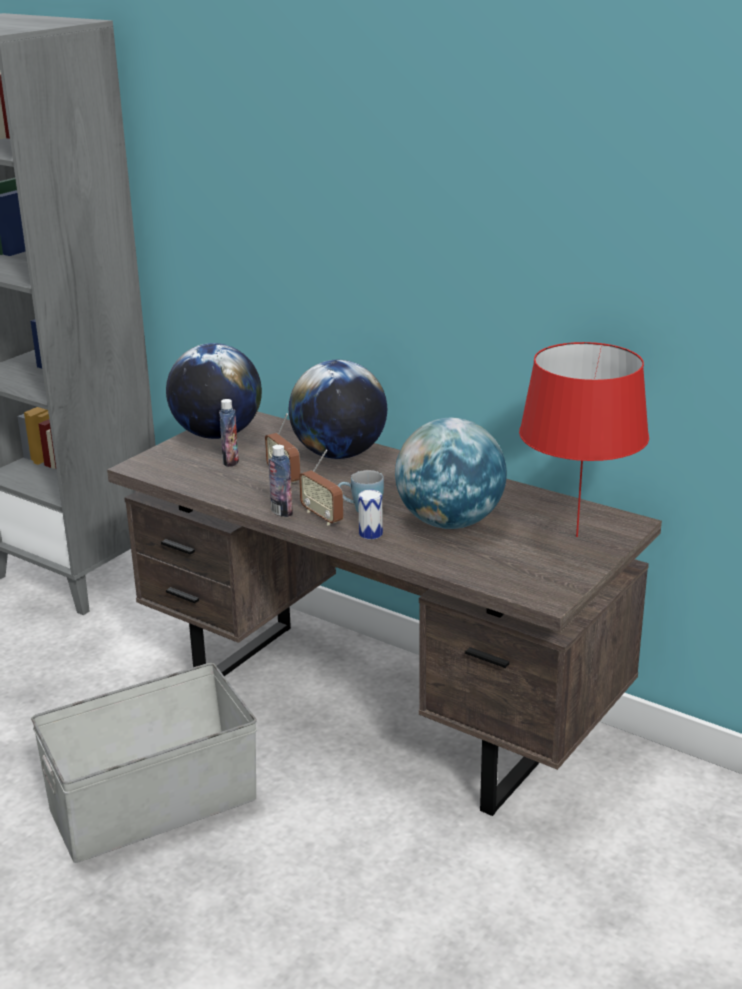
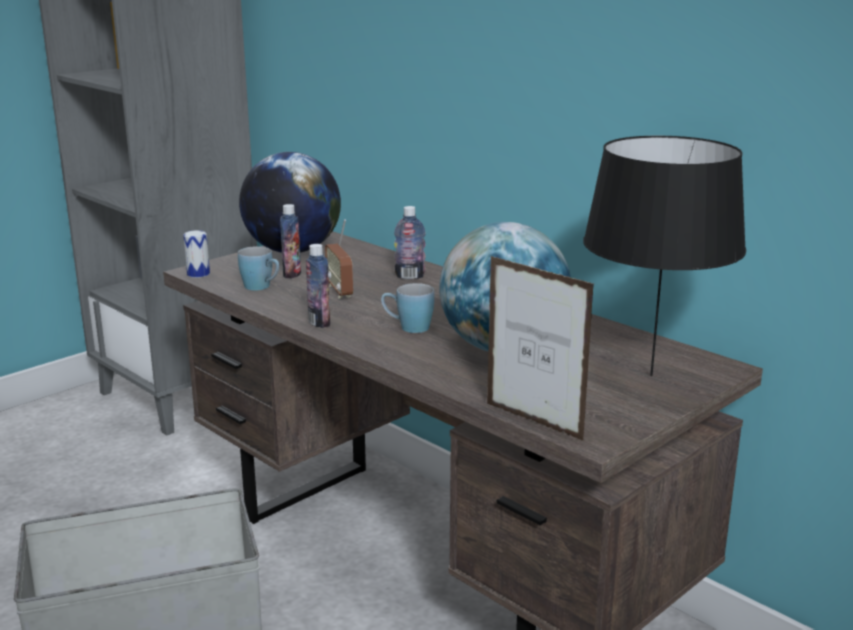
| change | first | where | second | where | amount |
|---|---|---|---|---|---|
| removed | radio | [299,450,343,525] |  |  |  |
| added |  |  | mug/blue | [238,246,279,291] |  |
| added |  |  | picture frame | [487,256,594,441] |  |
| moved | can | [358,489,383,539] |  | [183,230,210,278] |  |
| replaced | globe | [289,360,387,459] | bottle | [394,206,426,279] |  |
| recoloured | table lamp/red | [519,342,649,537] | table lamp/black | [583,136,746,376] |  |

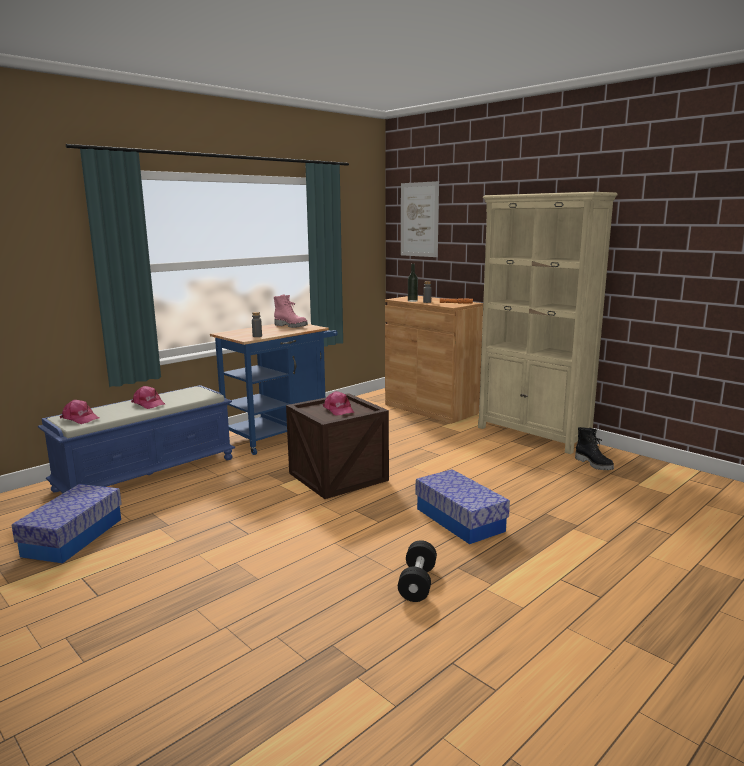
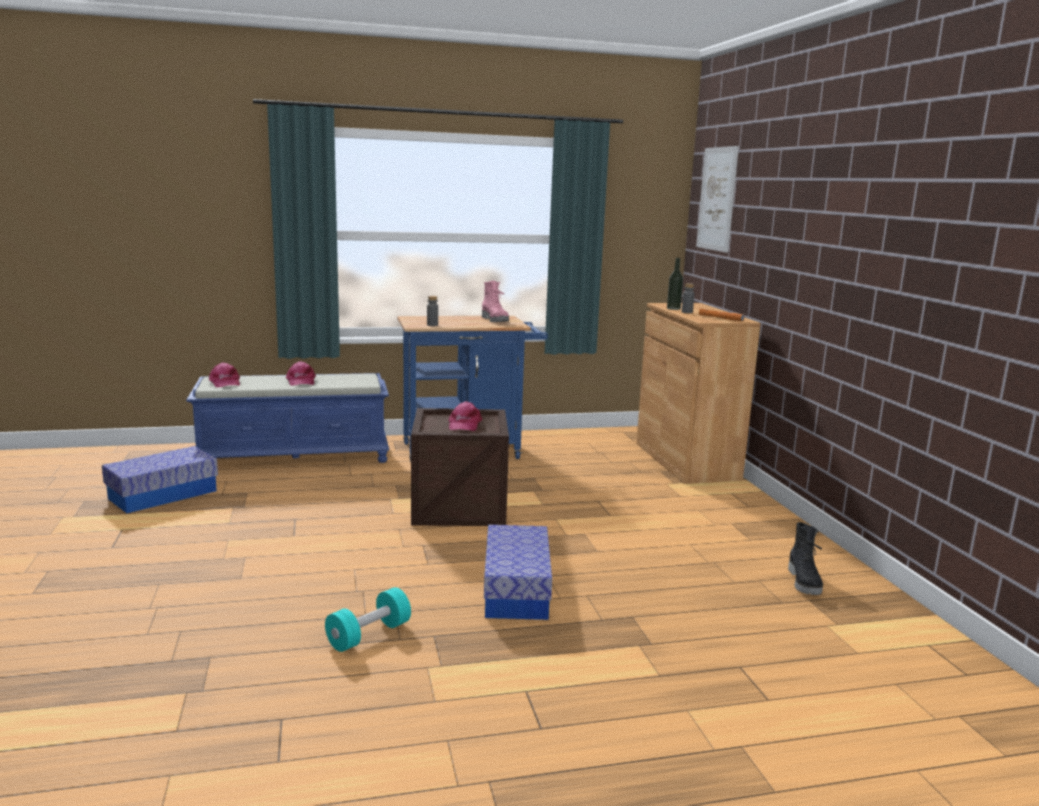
| change | first | where | second | where | amount |
|---|---|---|---|---|---|
| removed | bookcase/beige | [478,192,618,454] |  |  |  |
| recoloured | dumbbell/black | [398,540,437,602] | dumbbell/turquoise | [325,587,411,652] |  |

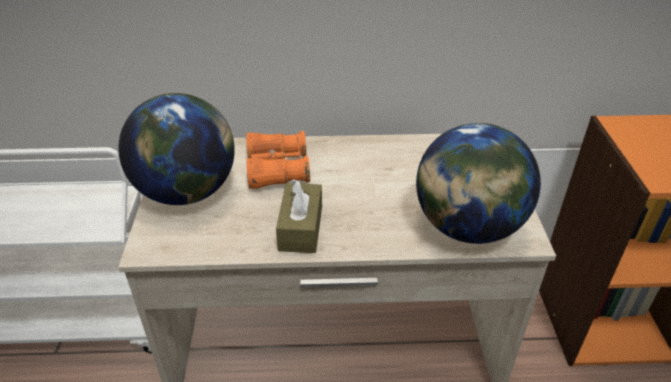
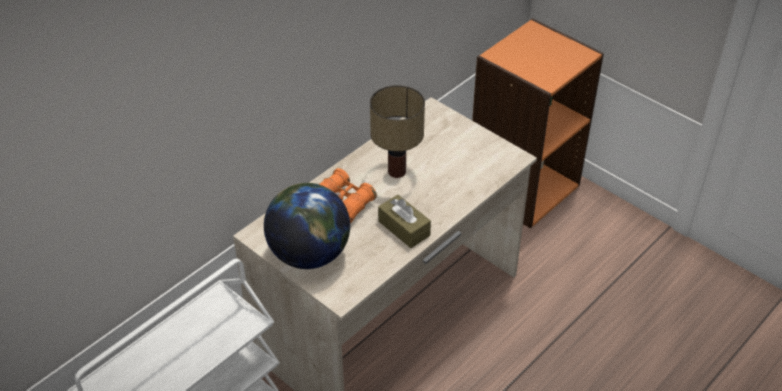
| change | first | where | second | where | amount |
|---|---|---|---|---|---|
| removed | globe | [416,123,541,244] |  |  |  |
| added |  |  | table lamp | [370,85,425,178] |  |

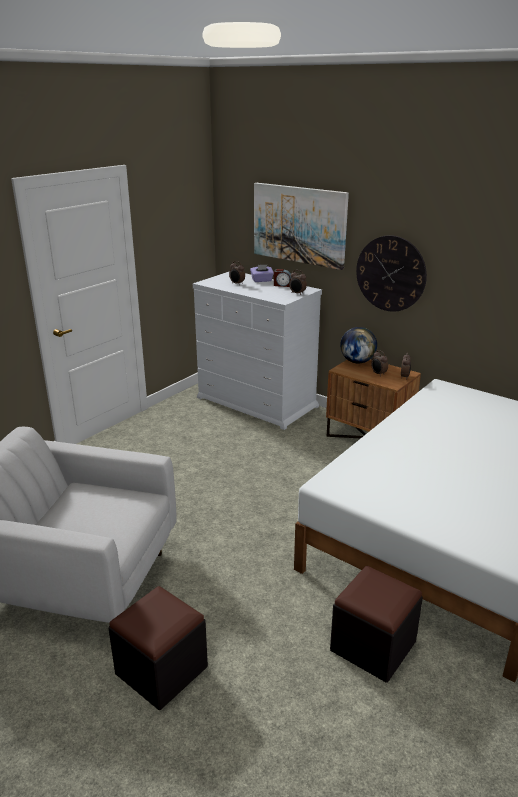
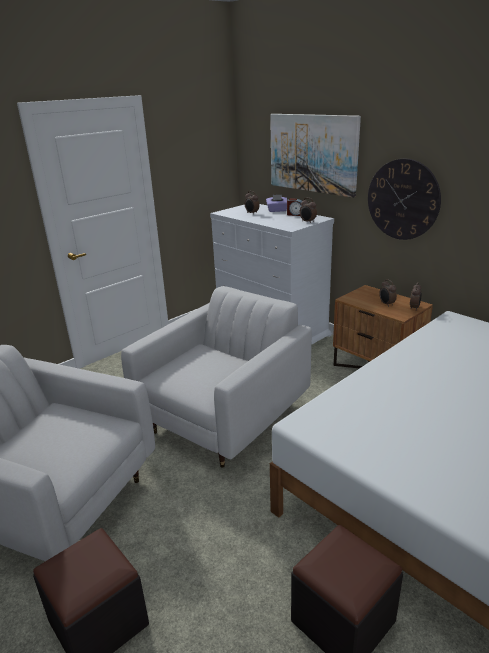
| change | first | where | second | where | amount |
|---|---|---|---|---|---|
| removed | globe | [340,327,377,363] |  |  |  |
| added |  |  | armchair/white | [121,286,312,468] |  |

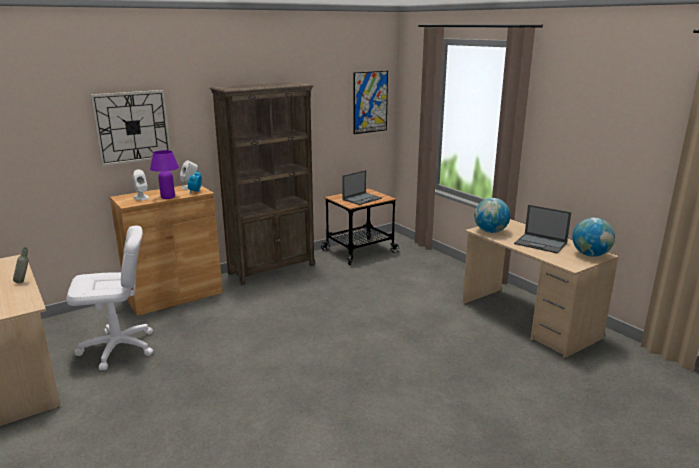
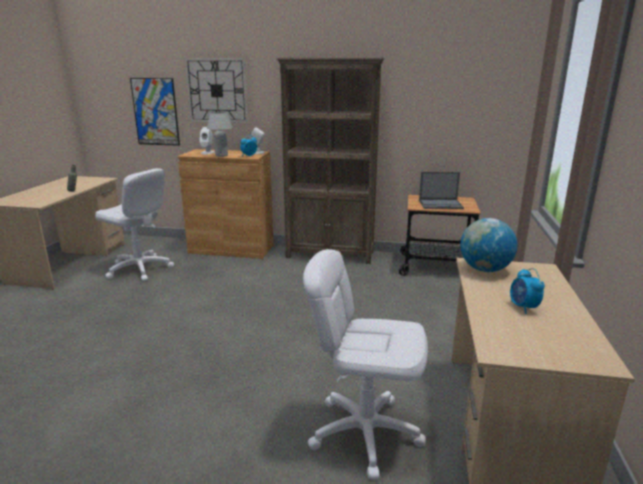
| change | first | where | second | where | amount |
|---|---|---|---|---|---|
| removed | globe | [572,218,615,257] |  |  |  |
| added |  |  | office chair/white | [303,249,428,480] |  |
| moved | picture | [353,71,388,134] |  | [130,78,180,146] |  |
| replaced | laptop | [514,205,571,253] | alarm clock | [510,268,545,314] |  |
| recoloured | table lamp/purple | [150,150,179,199] | table lamp/white | [207,112,233,157] |  |

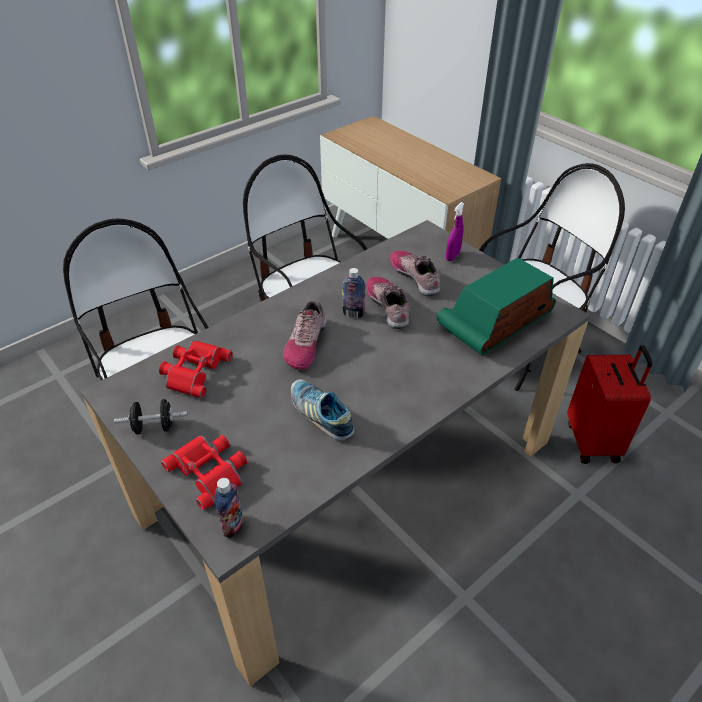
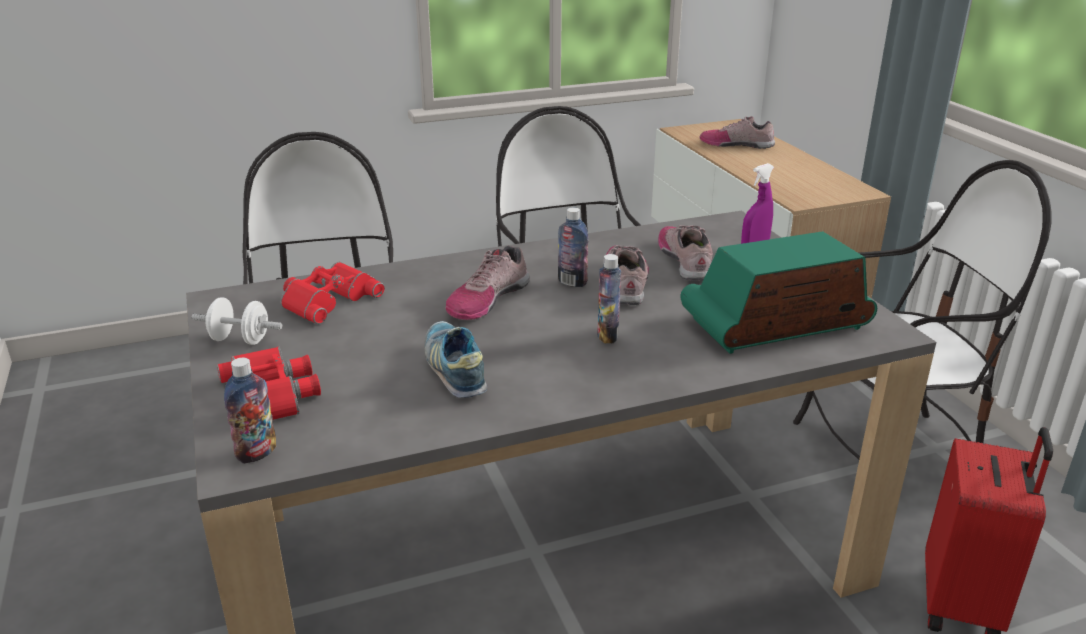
| change | first | where | second | where | amount |
|---|---|---|---|---|---|
| added |  |  | bottle | [597,254,621,343] |  |
| added |  |  | shoe | [699,116,775,149] |  |
| recoloured | dumbbell/black | [114,399,188,435] | dumbbell/white | [192,297,283,345] |  |

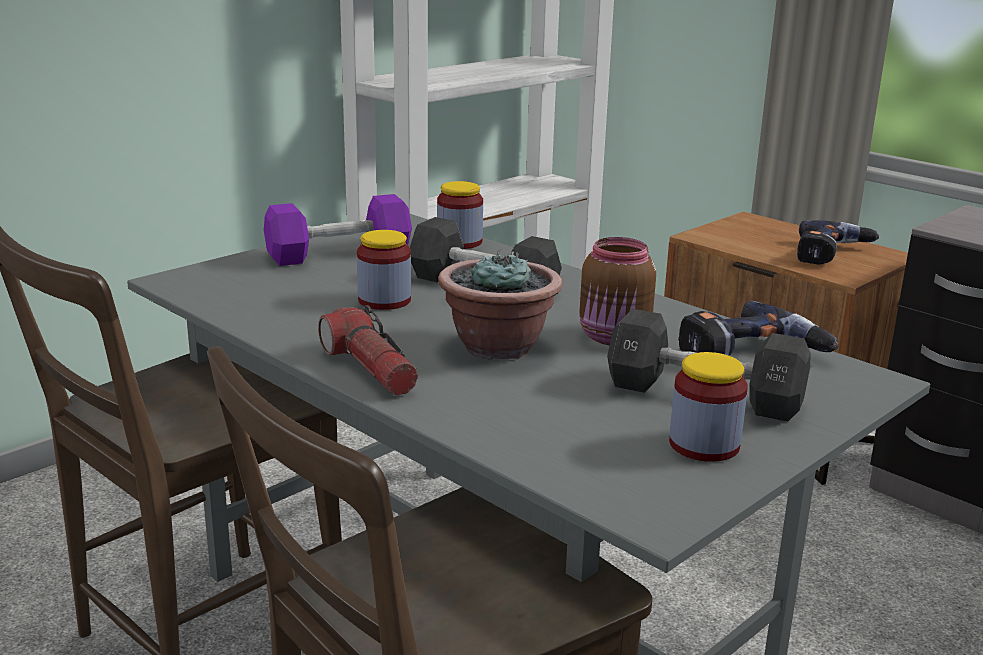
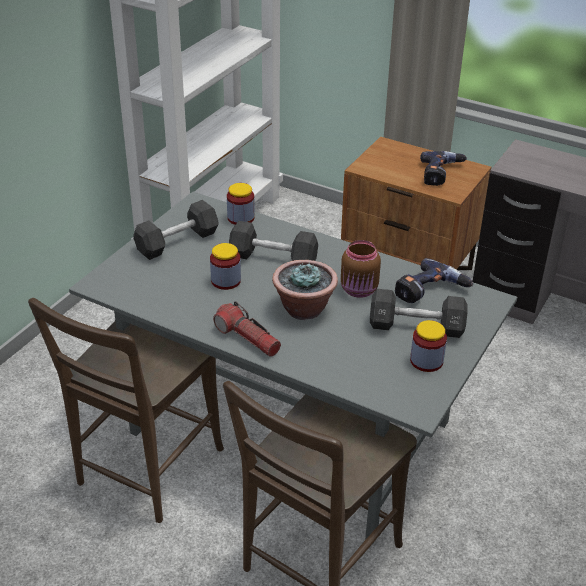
| change | first | where | second | where | amount |
|---|---|---|---|---|---|
| recoloured | dumbbell/purple | [264,194,412,266] | dumbbell/black | [133,200,219,260] |  |

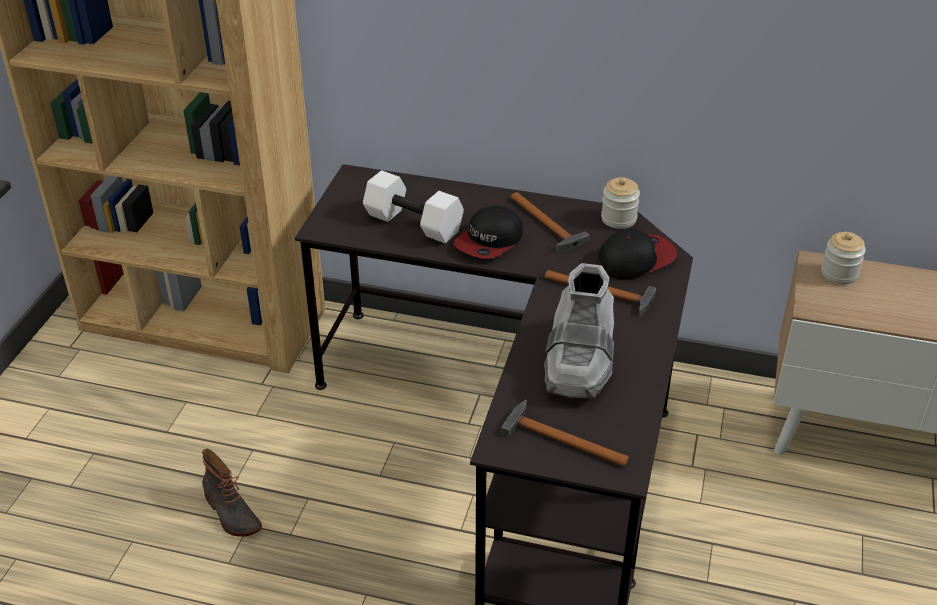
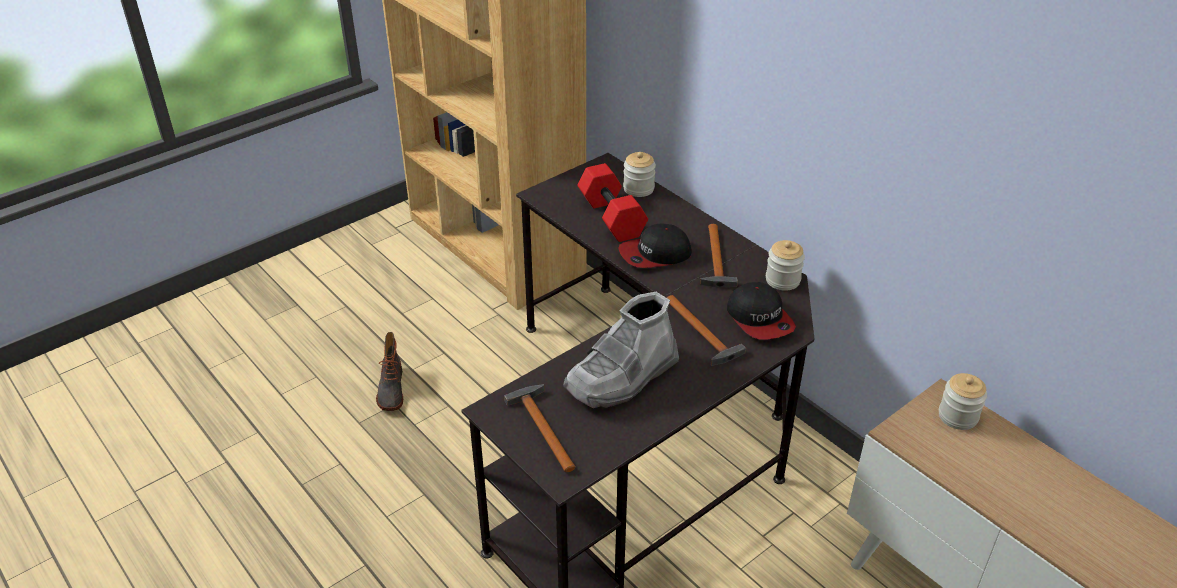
| change | first | where | second | where | amount |
|---|---|---|---|---|---|
| added |  |  | jar | [623,152,656,197] |  |
| recoloured | dumbbell/white | [363,170,464,243] | dumbbell/red | [578,163,648,242] |  |
| turned | cap | [597,229,677,280] |  | [727,282,796,339] | 60 degrees clockwise |

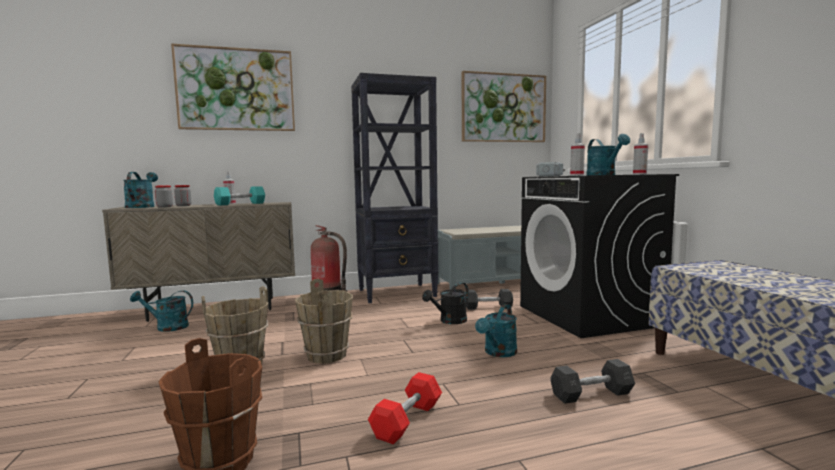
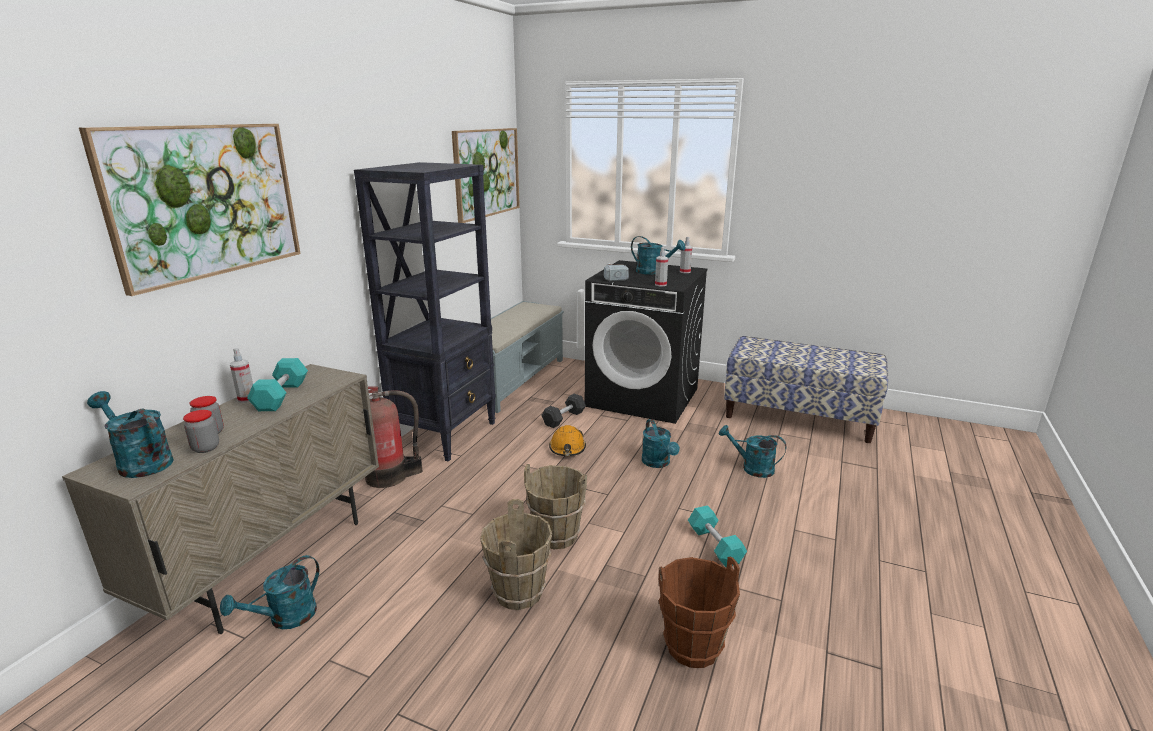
| change | first | where | second | where | amount |
|---|---|---|---|---|---|
| replaced | watering can/black | [422,282,469,324] | hard hat/orange | [549,425,586,456] |  |
| replaced | dumbbell/grey | [550,359,635,404] | watering can/turquoise | [719,425,786,478] |  |
| recoloured | dumbbell/red | [368,372,442,444] | dumbbell/turquoise | [688,505,747,567] |  |

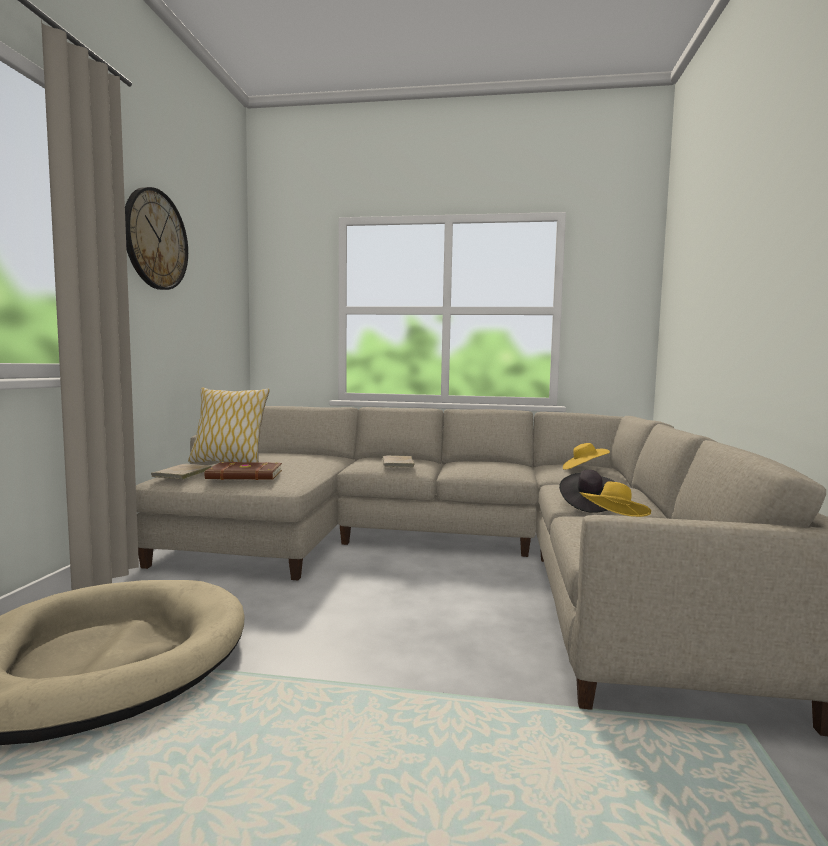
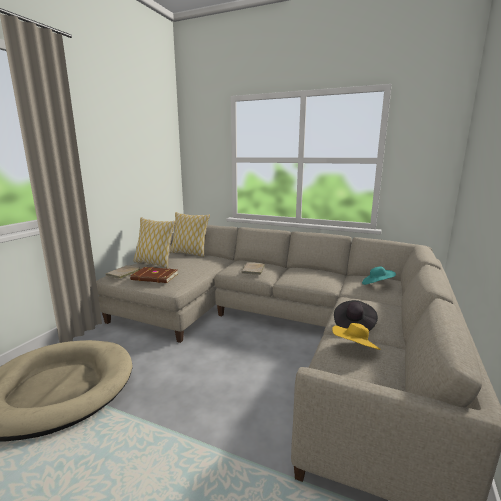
| change | first | where | second | where | amount |
|---|---|---|---|---|---|
| removed | wall clock | [125,187,188,290] |  |  |  |
| added |  |  | pillow | [170,212,210,257] |  |
| recoloured | hat/yellow | [563,443,610,470] | hat/turquoise | [362,267,396,285] |  |

